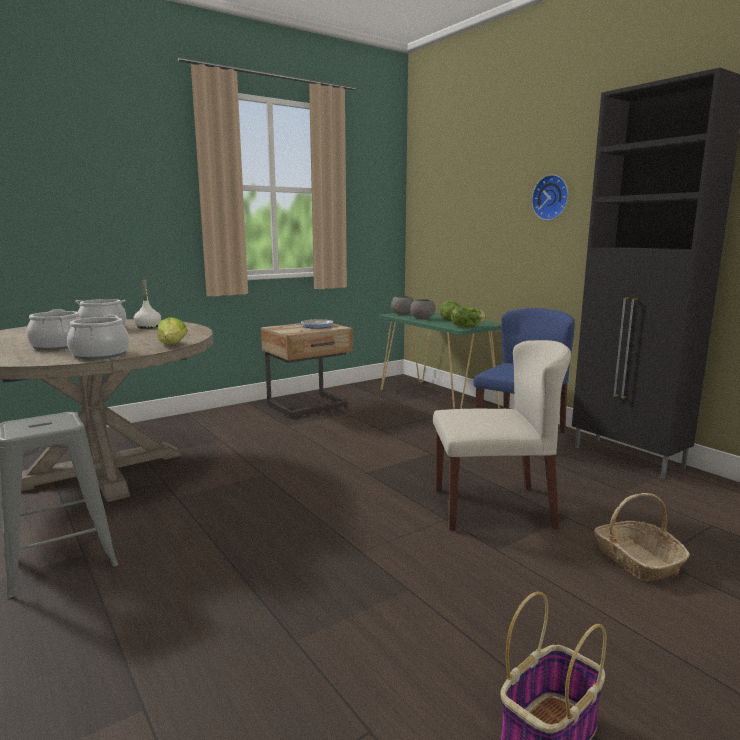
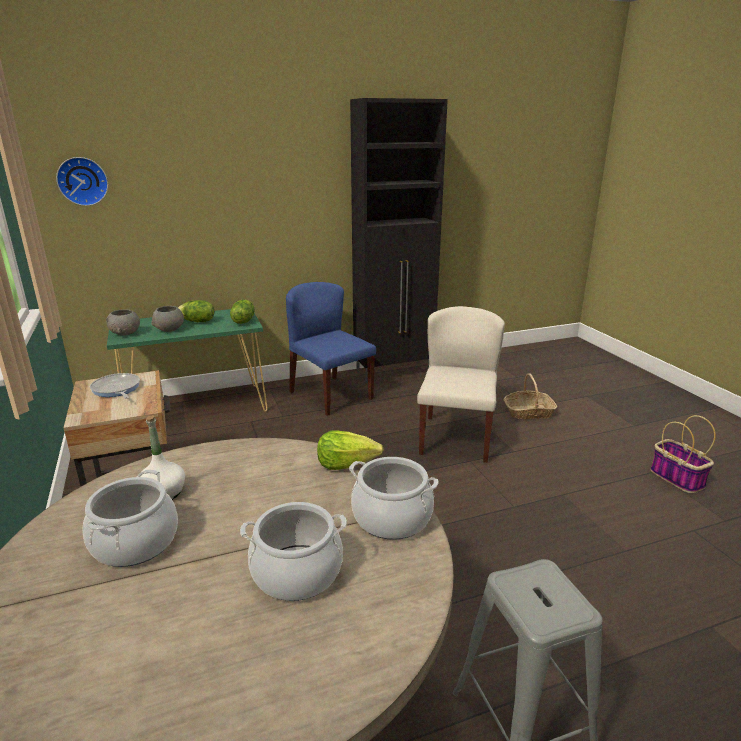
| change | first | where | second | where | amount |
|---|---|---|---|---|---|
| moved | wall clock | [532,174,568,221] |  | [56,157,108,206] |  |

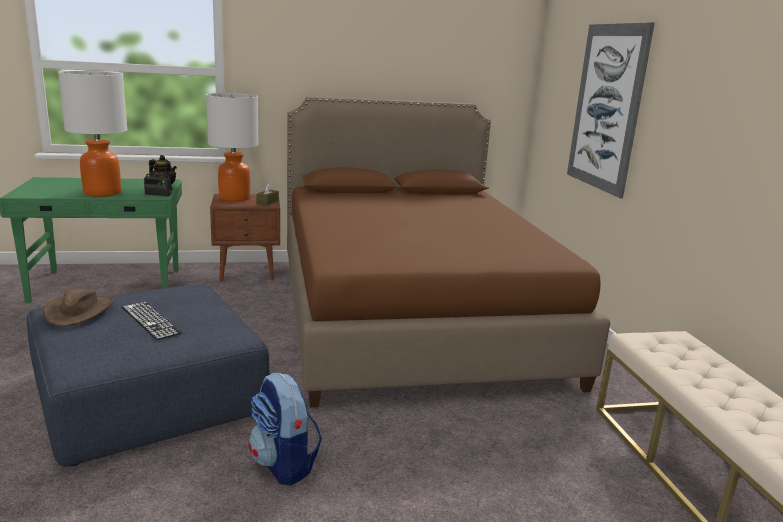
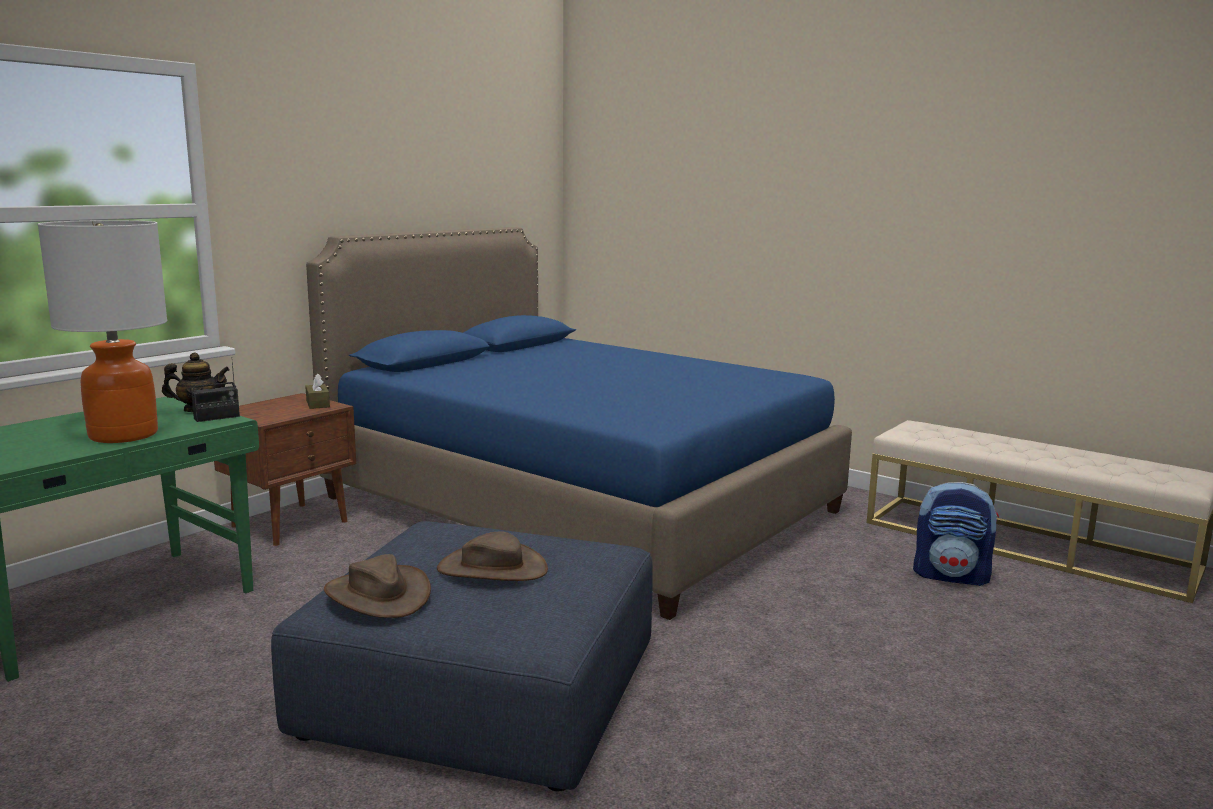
| change | first | where | second | where | amount |
|---|---|---|---|---|---|
| removed | table lamp | [206,93,259,201] |  |  |  |
| removed | picture | [567,22,655,198] |  |  |  |
| moved | backpack | [248,372,322,486] |  | [913,482,999,586] |  |
| replaced | keyboard | [122,302,182,340] | hat/brown | [437,532,548,581] |  |
| recoloured | bed/brown | [287,96,610,408] | bed/blue | [306,227,852,620] |  |

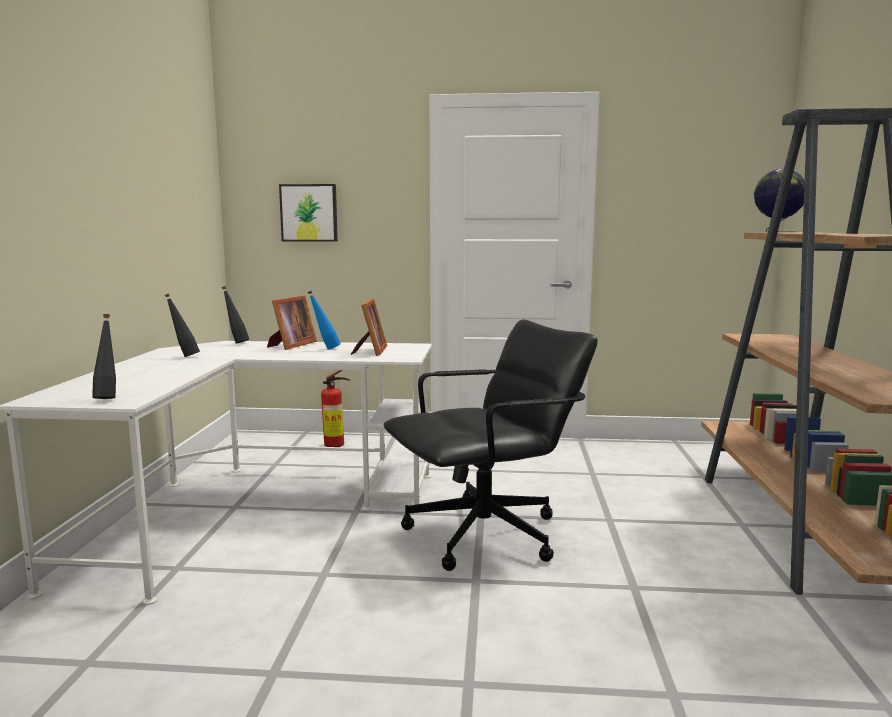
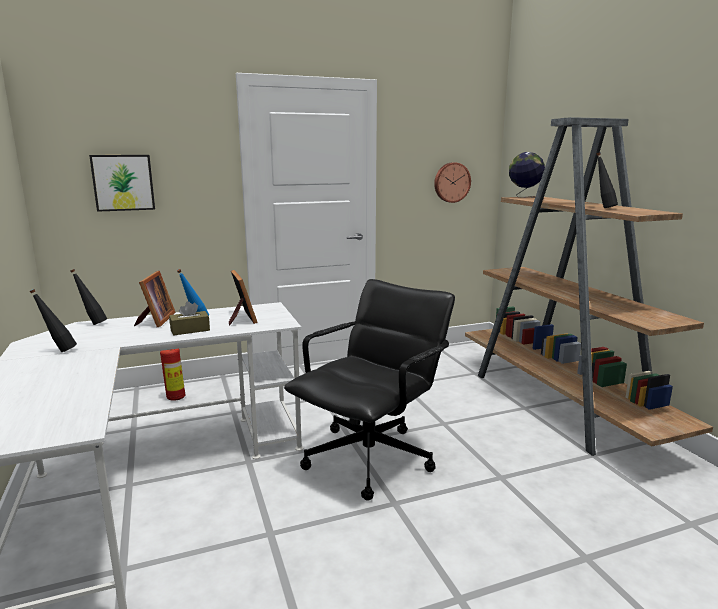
| change | first | where | second | where | amount |
|---|---|---|---|---|---|
| added |  |  | tissue box/brown | [169,301,210,336] |  |
| added |  |  | wall clock | [434,162,471,203] |  |
| moved | bottle/black | [92,314,116,399] |  | [597,152,618,208] |  |

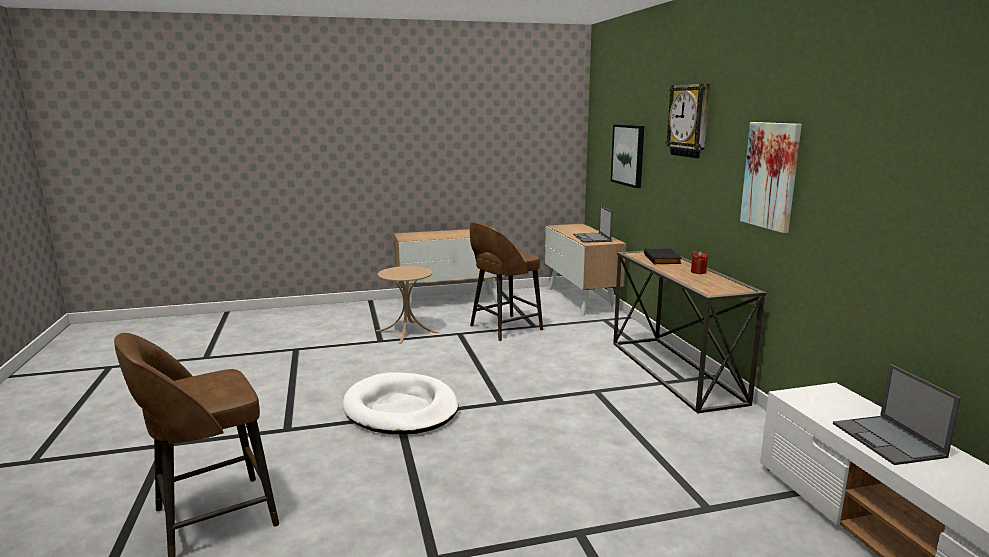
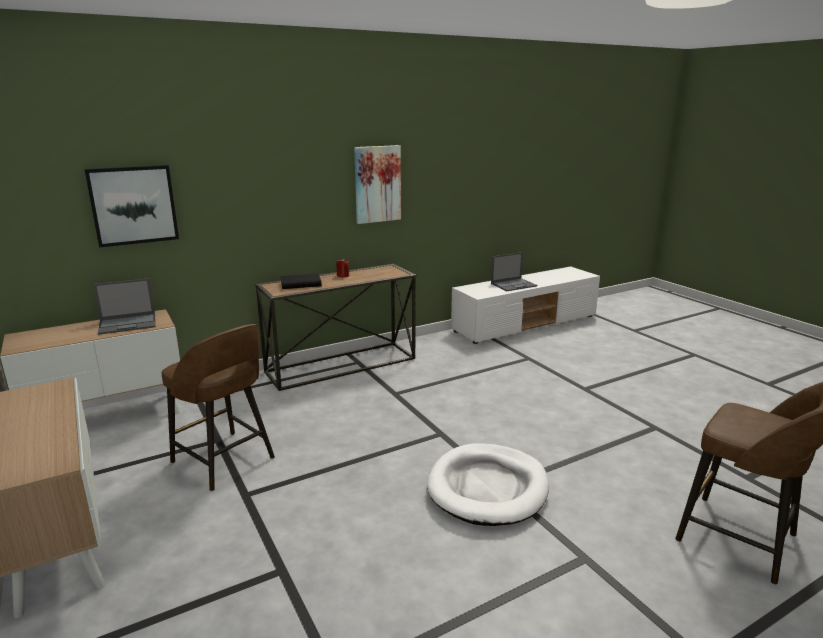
| change | first | where | second | where | amount |
|---|---|---|---|---|---|
| removed | side table/beige | [376,266,440,344] |  |  |  |
| removed | wall clock | [665,84,710,158] |  |  |  |

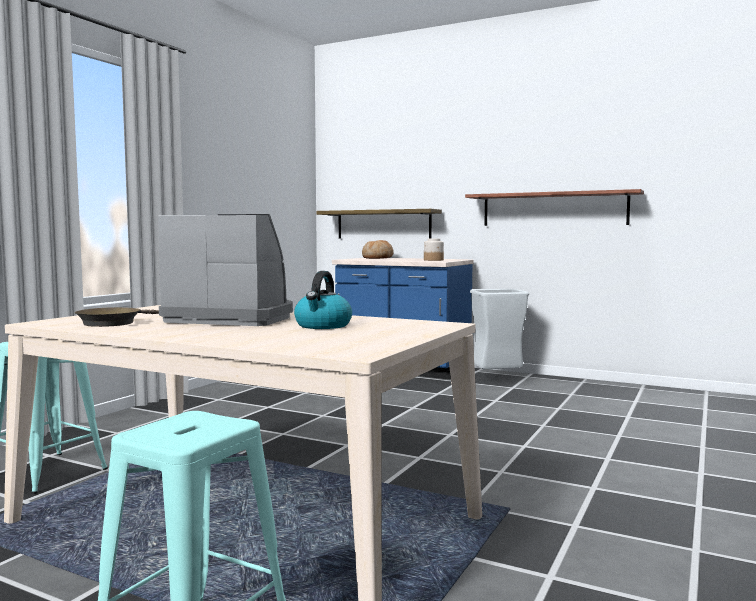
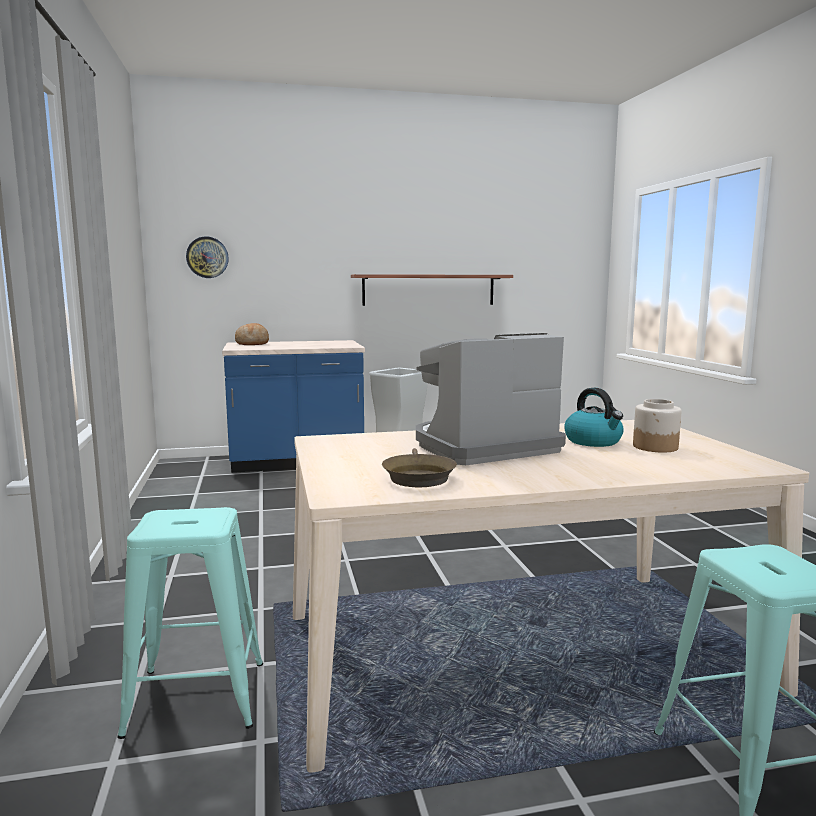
| change | first | where | second | where | amount |
|---|---|---|---|---|---|
| removed | shelf | [317,209,442,239] |  |  |  |
| added |  |  | wall clock | [186,237,229,278] |  |
| moved | jar | [424,238,444,261] |  | [633,399,681,453] |  |

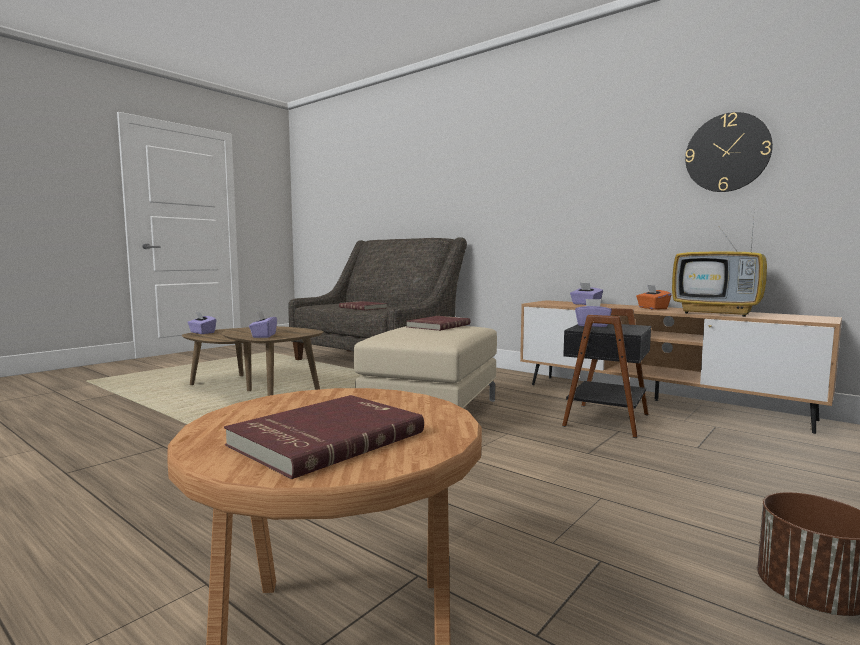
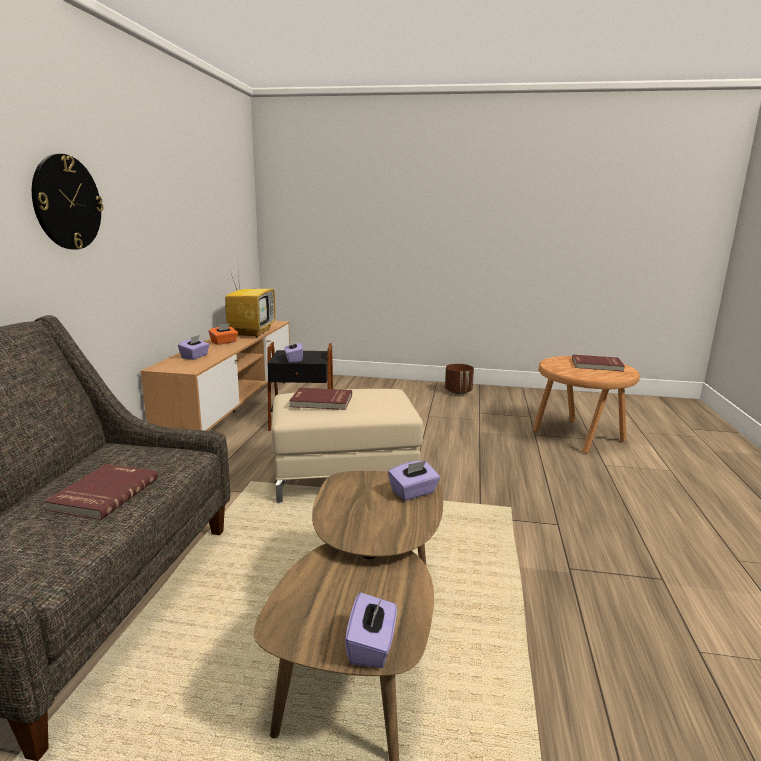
| change | first | where | second | where | amount |
|---|---|---|---|---|---|
| moved | wall clock | [685,112,773,192] |  | [32,154,103,250] |  |

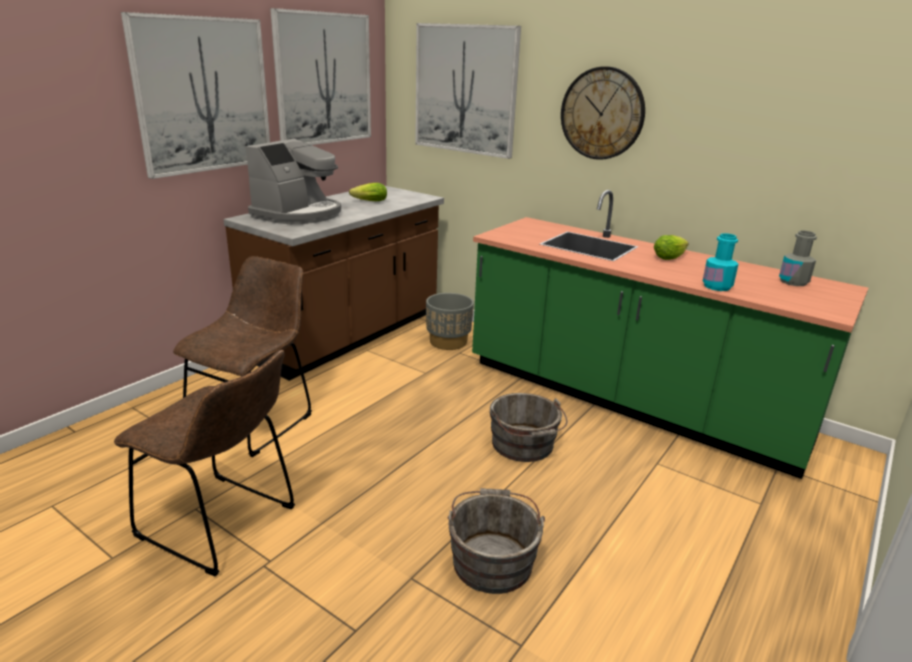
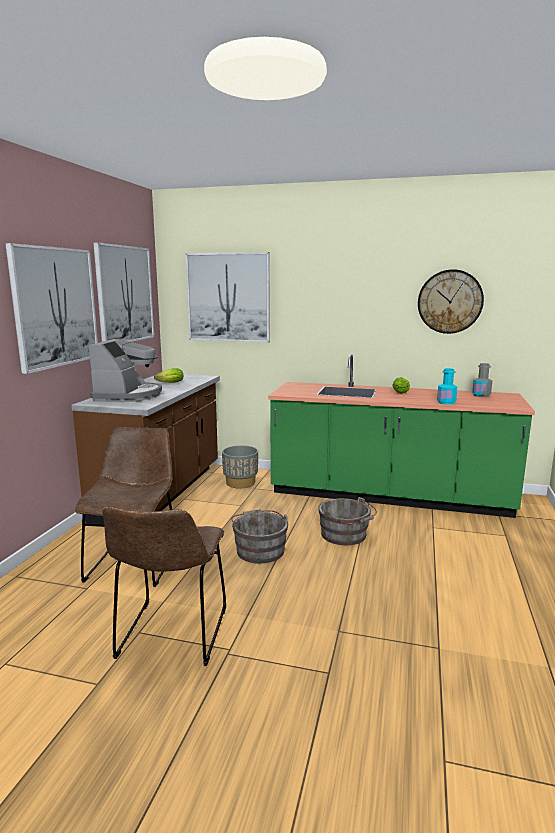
| change | first | where | second | where | amount |
|---|---|---|---|---|---|
| moved | bucket/grey | [447,488,545,594] |  | [231,509,288,564] |  |
| moved | wall clock | [561,67,645,160] |  | [418,269,484,334] |  |
| turned | chair/brown | [114,350,295,577] |  | [103,506,226,666] | 90 degrees clockwise |

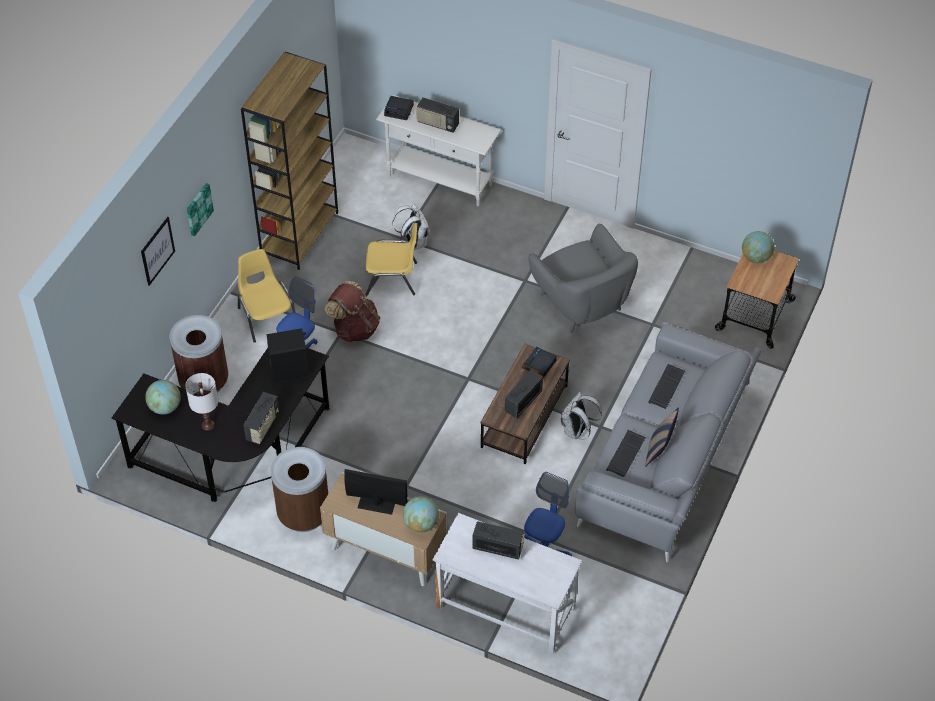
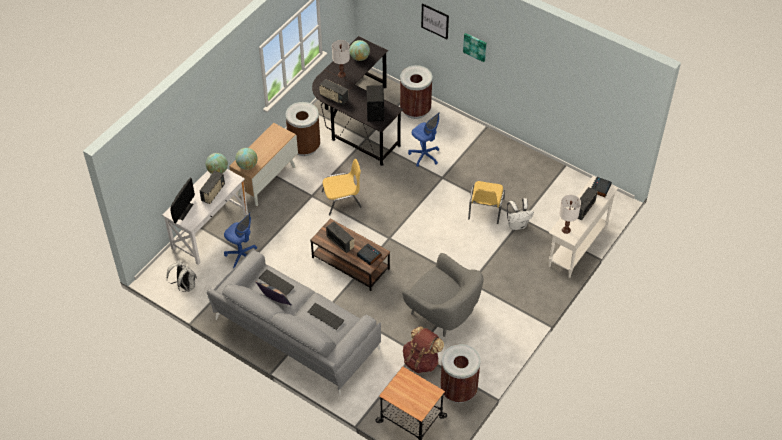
| change | first | where | second | where | amount |
|---|---|---|---|---|---|
| removed | bookcase/brown | [241,52,338,270] |  |  |  |
| added |  |  | trash can/brown | [440,344,481,403] |  |
| added |  |  | table lamp/white | [559,195,581,234] |  |
| moved | chair/yellow | [238,249,296,343] |  | [322,159,362,215] |  |
| moved | backpack/brown | [325,281,380,343] |  | [403,326,444,373] |  |
| moved | monitor | [344,469,408,515] |  | [171,178,195,224] |  |
| moved | backpack/white | [561,391,602,440] |  | [166,260,197,292] |  |
| moved | globe | [742,231,774,263] |  | [205,153,228,174] |  |
| turned | armchair/grey | [529,224,638,333] |  | [402,253,484,337] | 120 degrees counterclockwise |

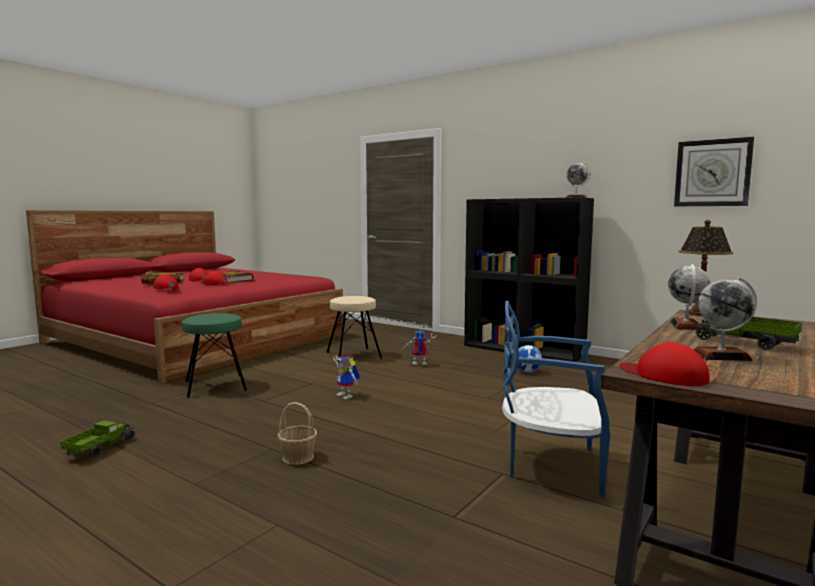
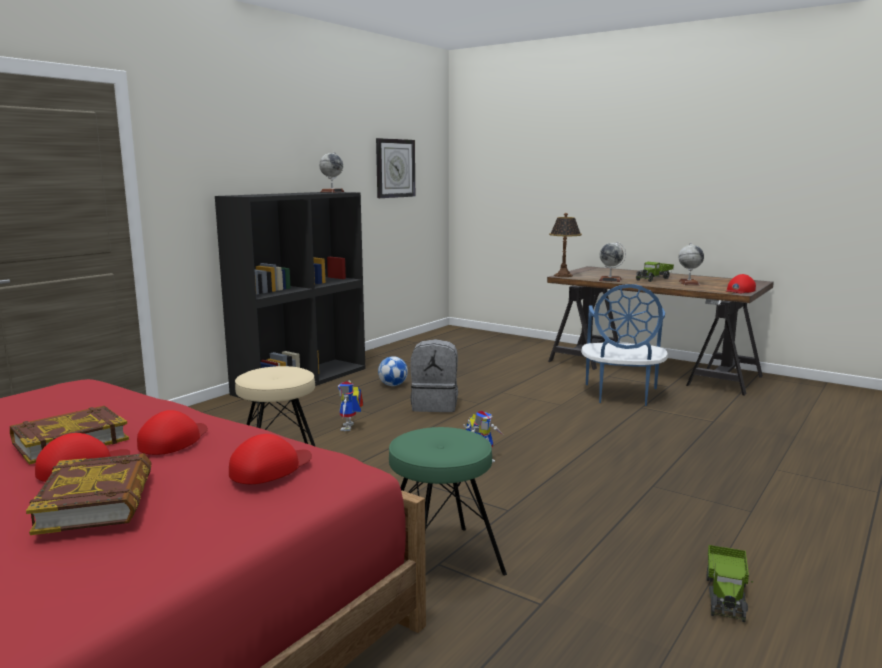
| change | first | where | second | where | amount |
|---|---|---|---|---|---|
| removed | basket | [277,402,317,465] |  |  |  |
| added |  |  | backpack/grey | [410,339,458,412] |  |
| turned | toy truck | [60,421,136,458] |  | [706,545,753,622] | 90 degrees counterclockwise |

